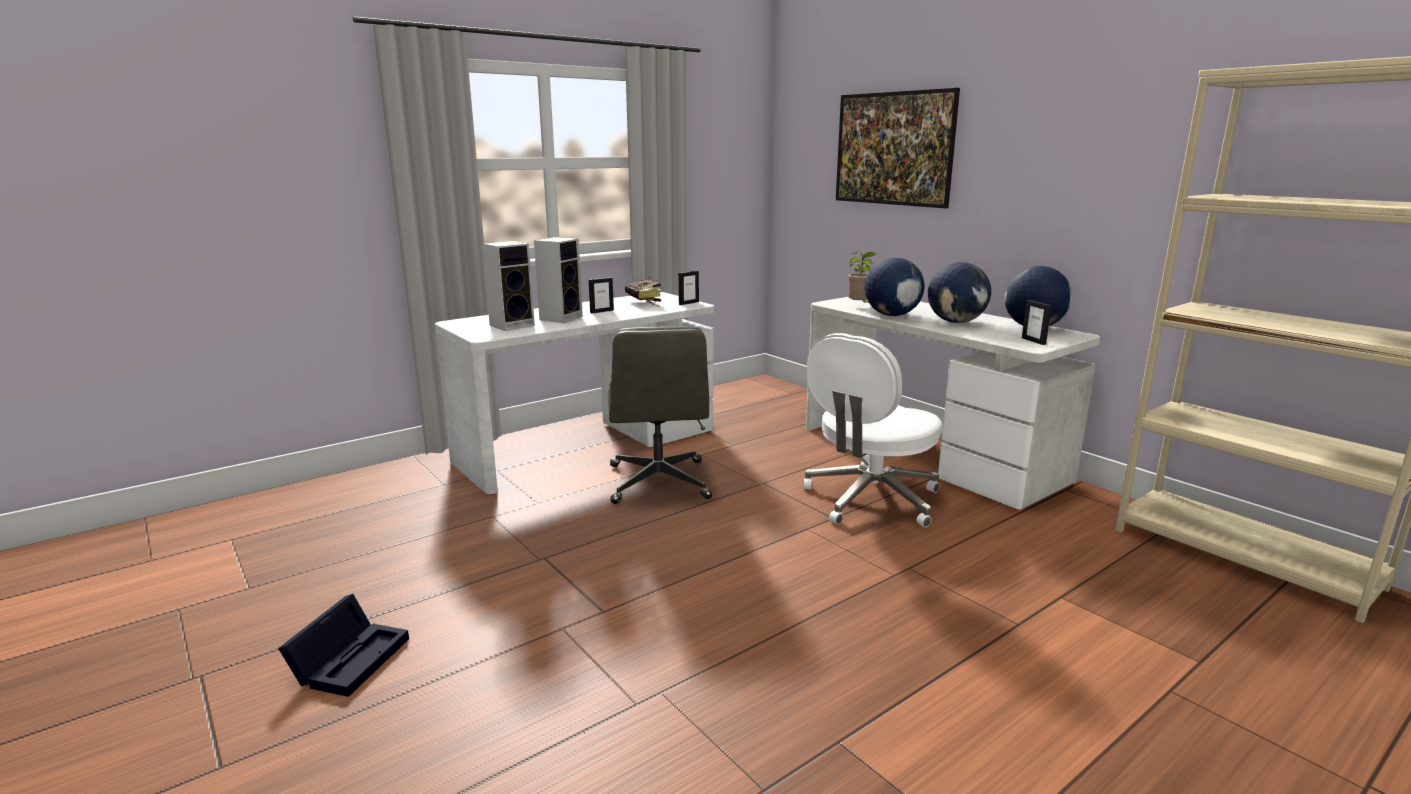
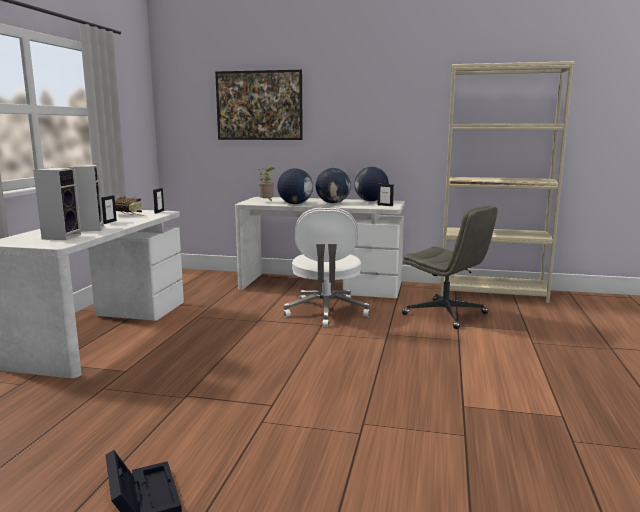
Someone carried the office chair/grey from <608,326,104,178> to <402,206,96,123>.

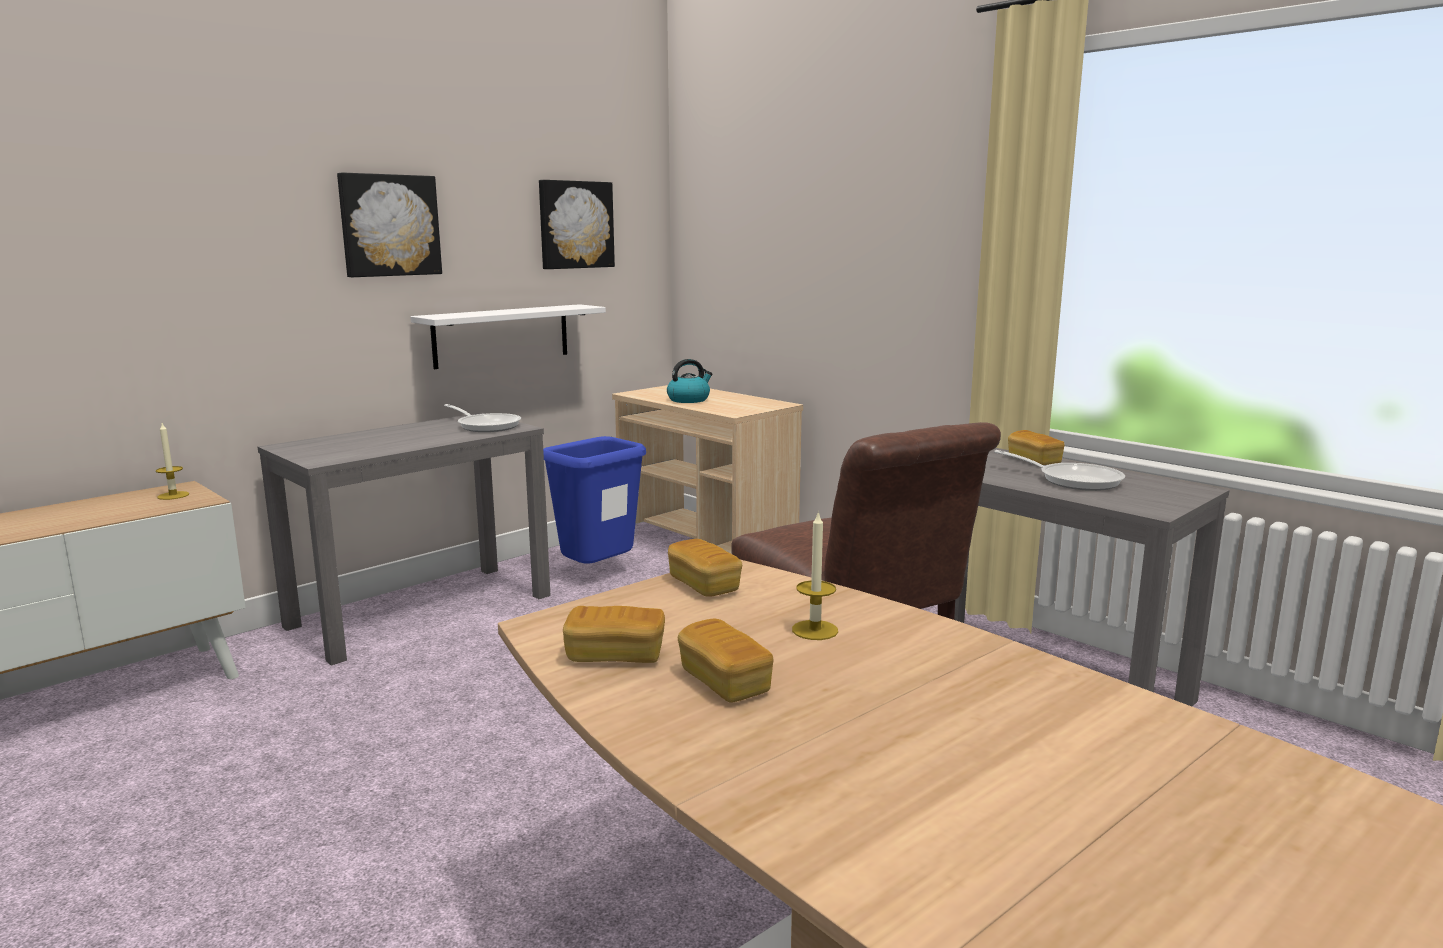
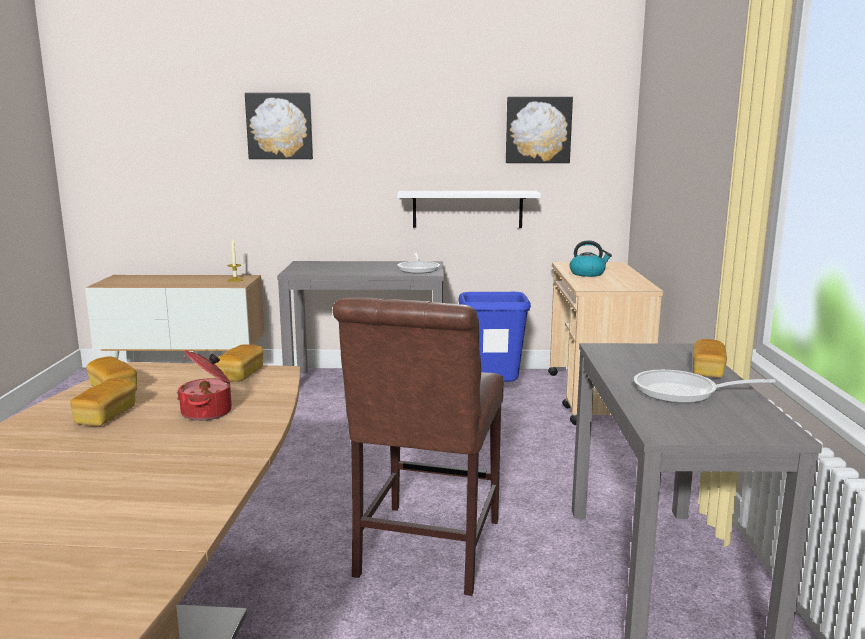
Someone carried the picture from <337,172,105,105> to <245,93,68,66>. Someone swapped the candle at <792,511,46,129> for the cooking pot at <177,350,55,71>. Someone rotated the frying pan at <994,450,131,41> by 105 degrees clockwise.

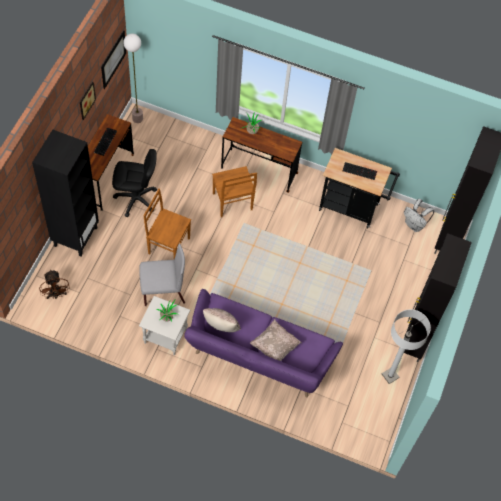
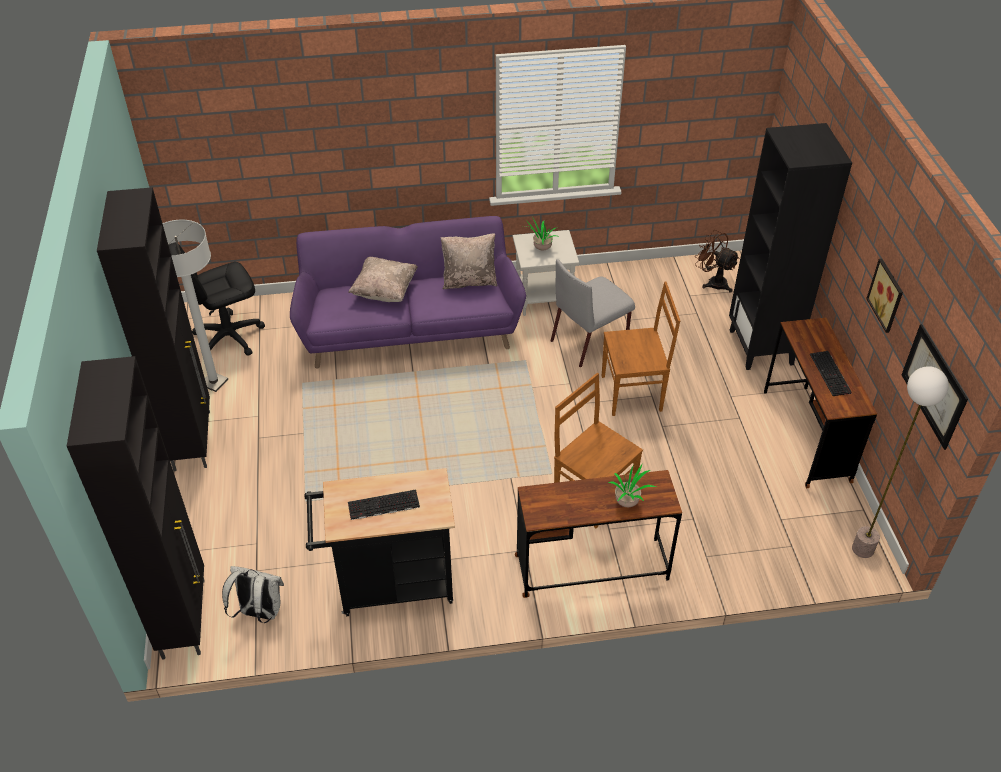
Someone carried the office chair/black from <112,149,45,68> to <168,242,97,114>.

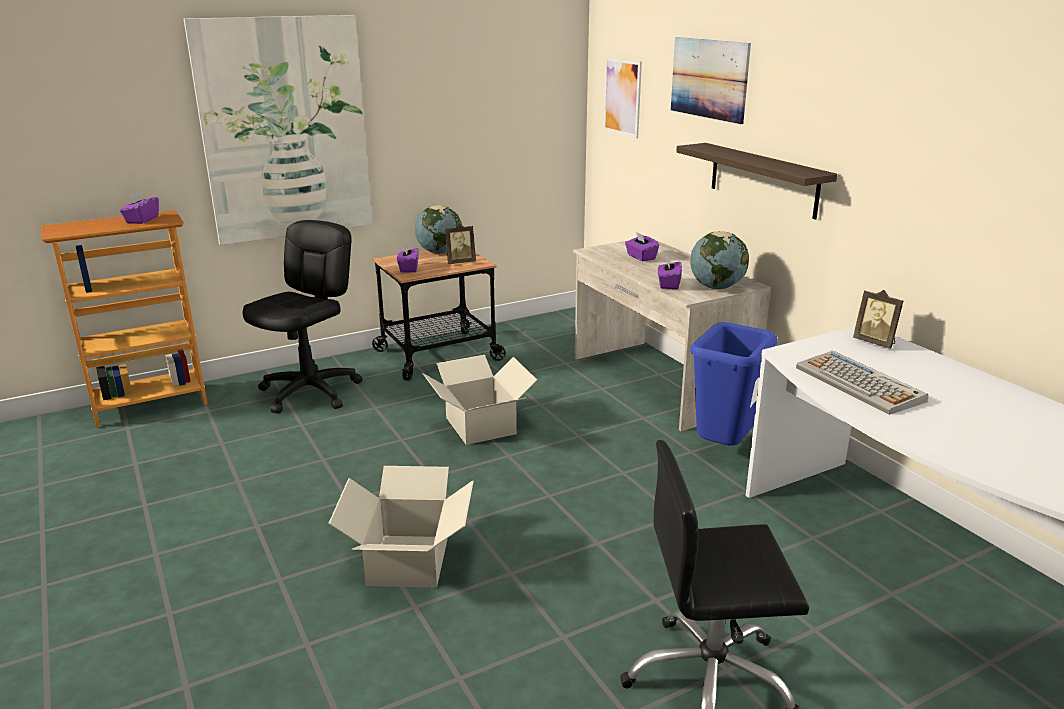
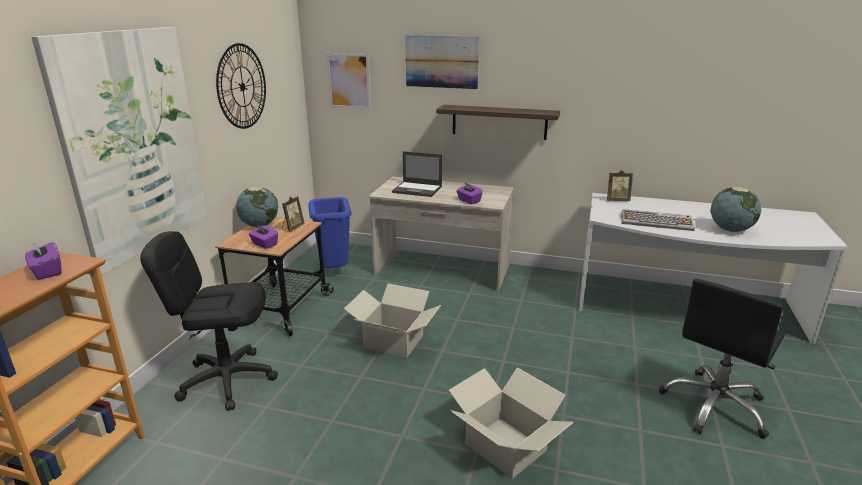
Someone rotated the office chair/black at <243,220,120,194> by 75 degrees counterclockwise. Someone swapped the tissue box/purple at <625,232,34,29> for the laptop at <392,151,50,46>. Someone carried the globe from <690,231,59,58> to <710,187,51,45>. Someone carried the trash can/blue from <690,322,87,123> to <308,197,44,71>. Someone put up the wall clock at <216,43,50,86>.

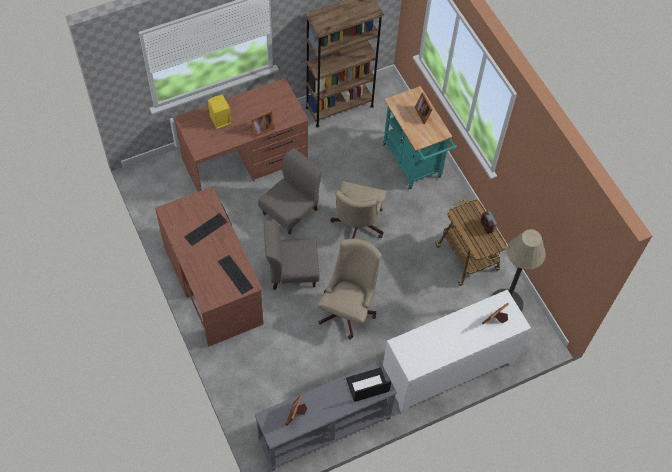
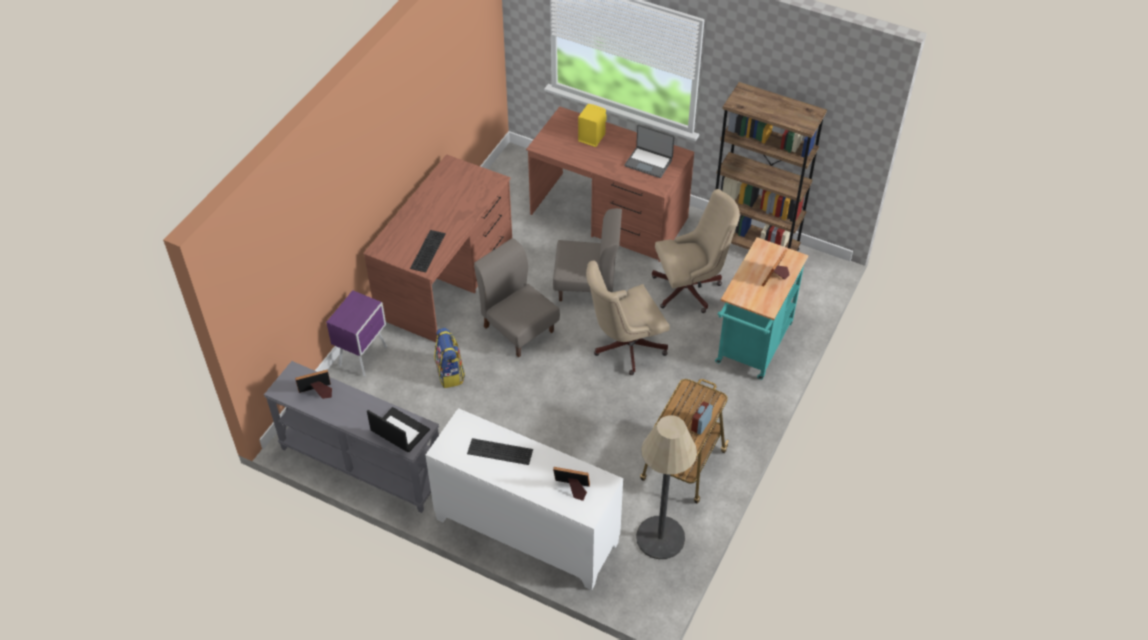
Someone carried the keyboard from <184,213,43,33> to <467,438,66,27>. Someone took away the picture frame at <251,111,24,26>. Someone carried the office chair/beige from <318,239,64,101> to <652,189,88,124>. Someone put down the nightstand/purple at <326,290,61,86>. Someone put down the backpack at <434,328,31,60>. Someone put down the laptop at <624,124,50,54>.

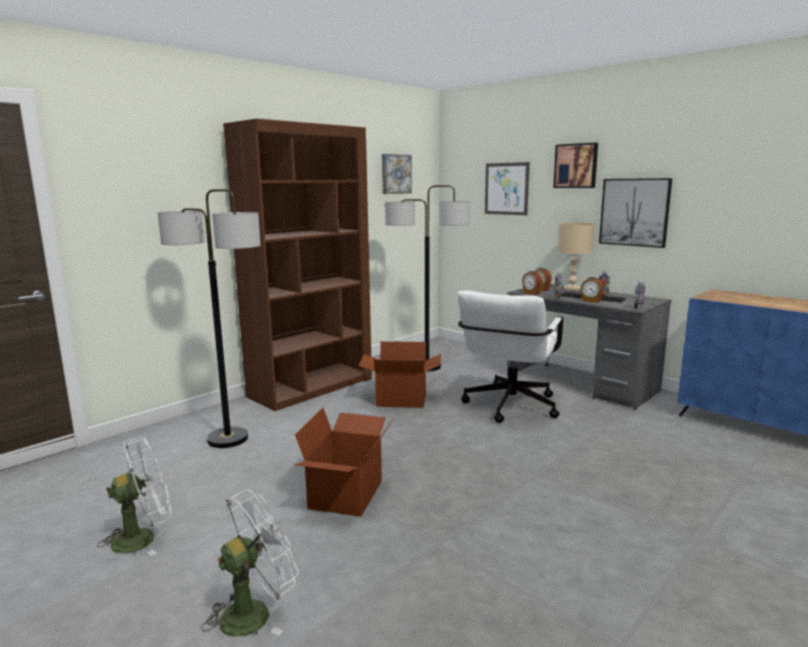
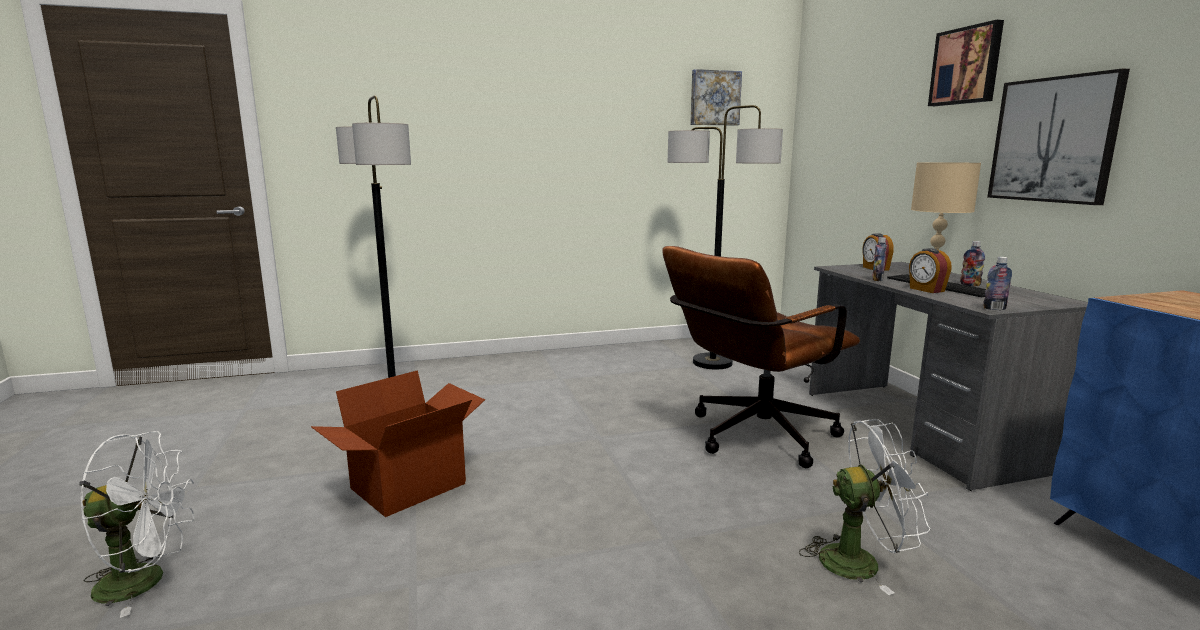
Someone carried the fan/white from <97,437,74,119> to <799,419,132,176>. Someone took away the bookcase/brown at <223,119,149,292>. Someone took away the cardboard box at <358,341,83,67>. Someone repainted the office chair/white at <457,291,106,132>, which became the office chair/brown at <663,246,197,222>. Someone took away the picture at <485,162,45,53>. Someone took away the alarm clock at <522,271,21,24>.

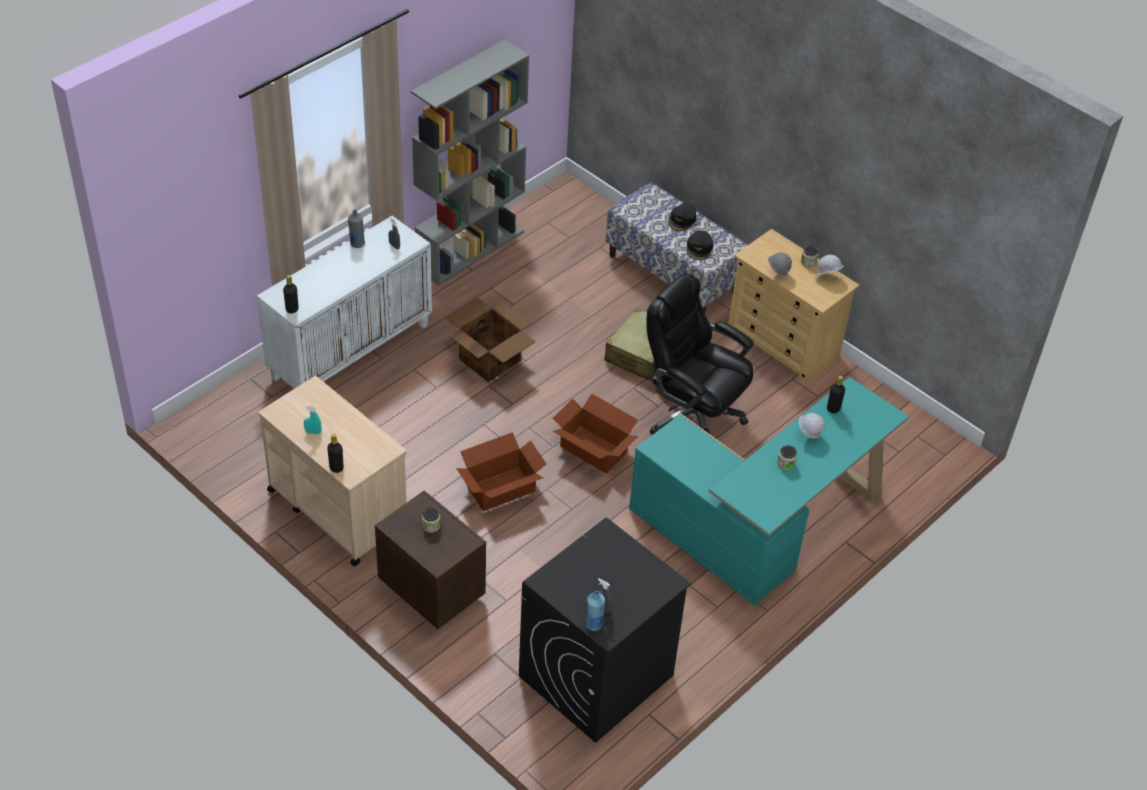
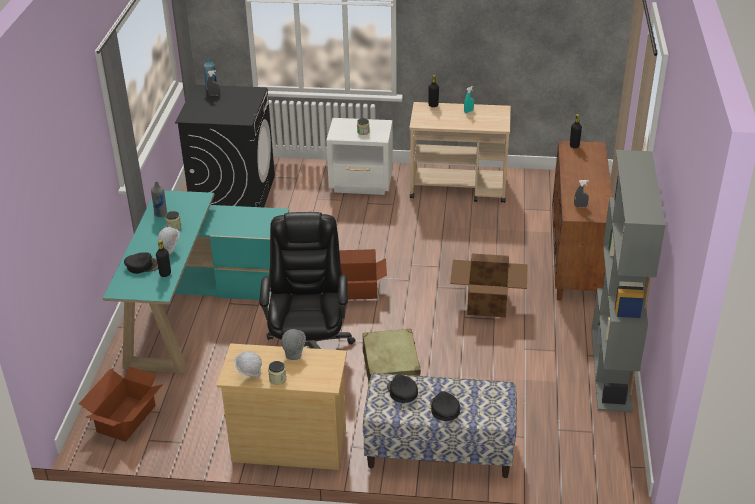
Someone repainted the cabinet/white at <257,216,175,173>, which became the cabinet/brown at <552,140,60,161>. Someone carried the bottle/grey from <348,210,17,38> to <151,182,16,36>. Someone repainted the nightstand/brown at <375,490,111,139>, which became the nightstand/white at <326,118,67,77>. Someone carried the cardboard box from <456,432,91,79> to <79,367,84,75>. Someone rotated the office chair/black at <646,273,108,162> by 90 degrees counterclockwise. Someone put down the cap/black at <124,252,34,22>.

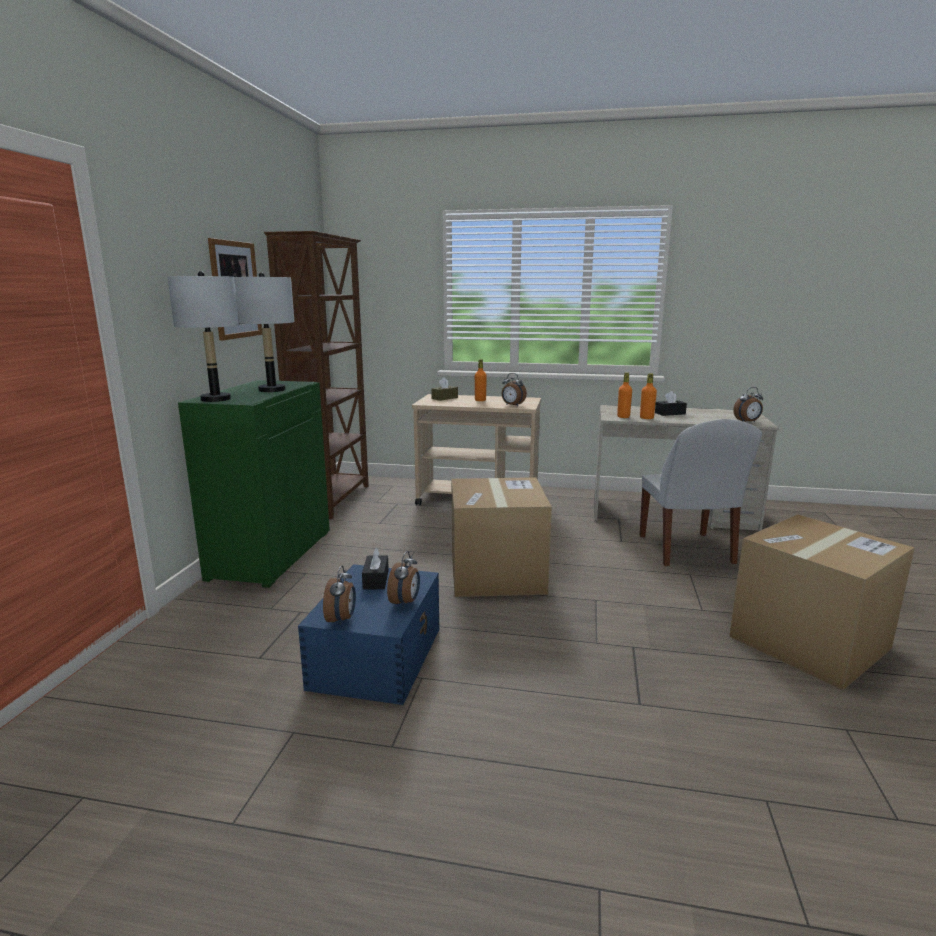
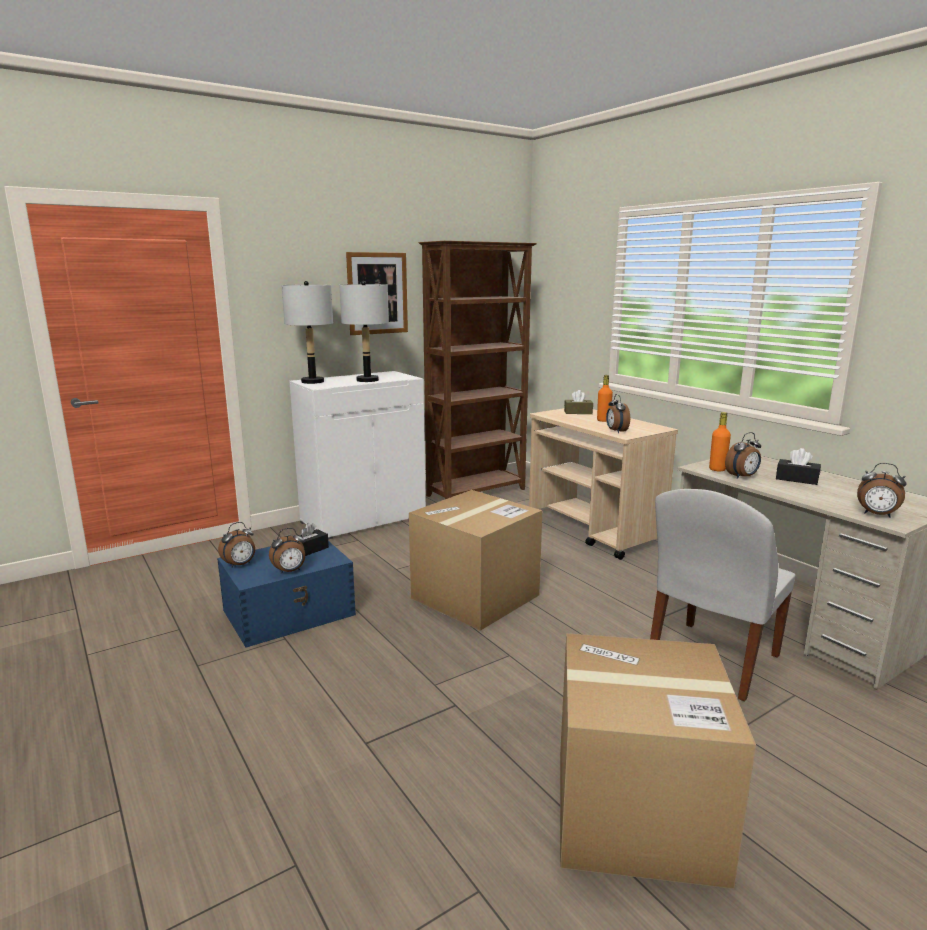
Someone repainted the cabinet/green at <178,380,152,208>, which became the cabinet/white at <289,371,137,169>. Someone swapped the bottle/orange at <640,373,17,46> for the alarm clock at <725,432,36,47>.

